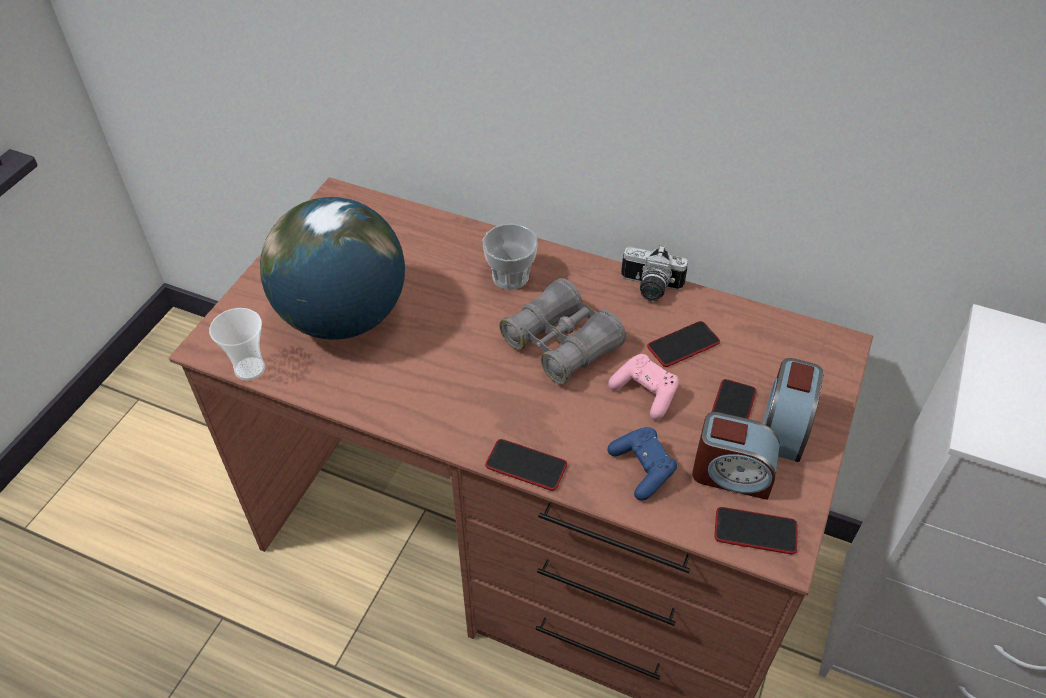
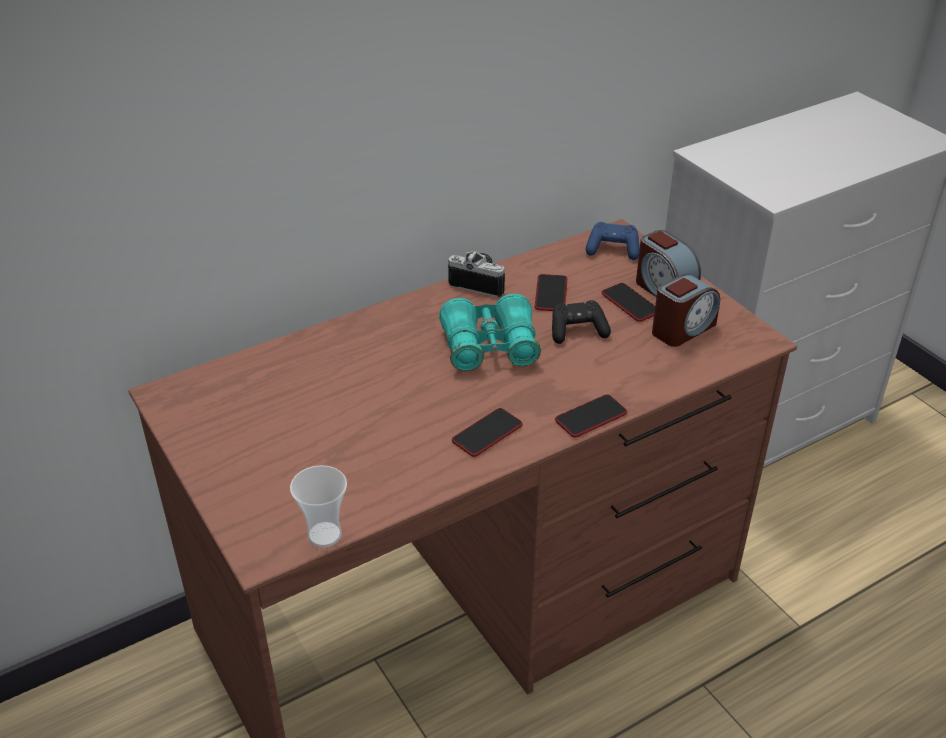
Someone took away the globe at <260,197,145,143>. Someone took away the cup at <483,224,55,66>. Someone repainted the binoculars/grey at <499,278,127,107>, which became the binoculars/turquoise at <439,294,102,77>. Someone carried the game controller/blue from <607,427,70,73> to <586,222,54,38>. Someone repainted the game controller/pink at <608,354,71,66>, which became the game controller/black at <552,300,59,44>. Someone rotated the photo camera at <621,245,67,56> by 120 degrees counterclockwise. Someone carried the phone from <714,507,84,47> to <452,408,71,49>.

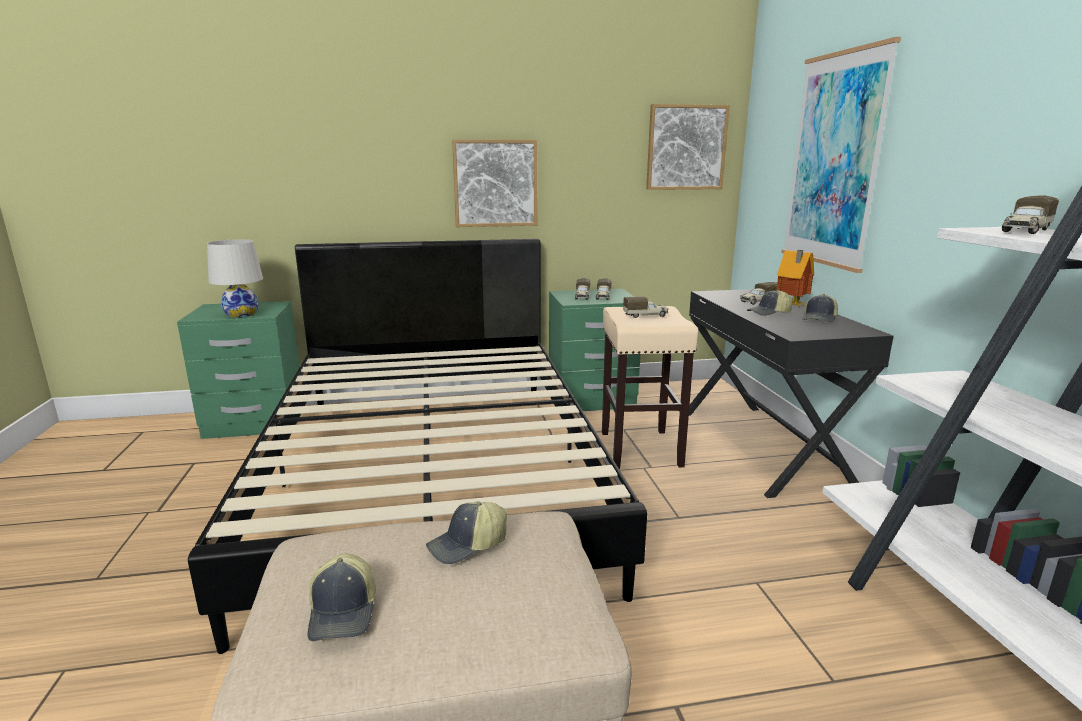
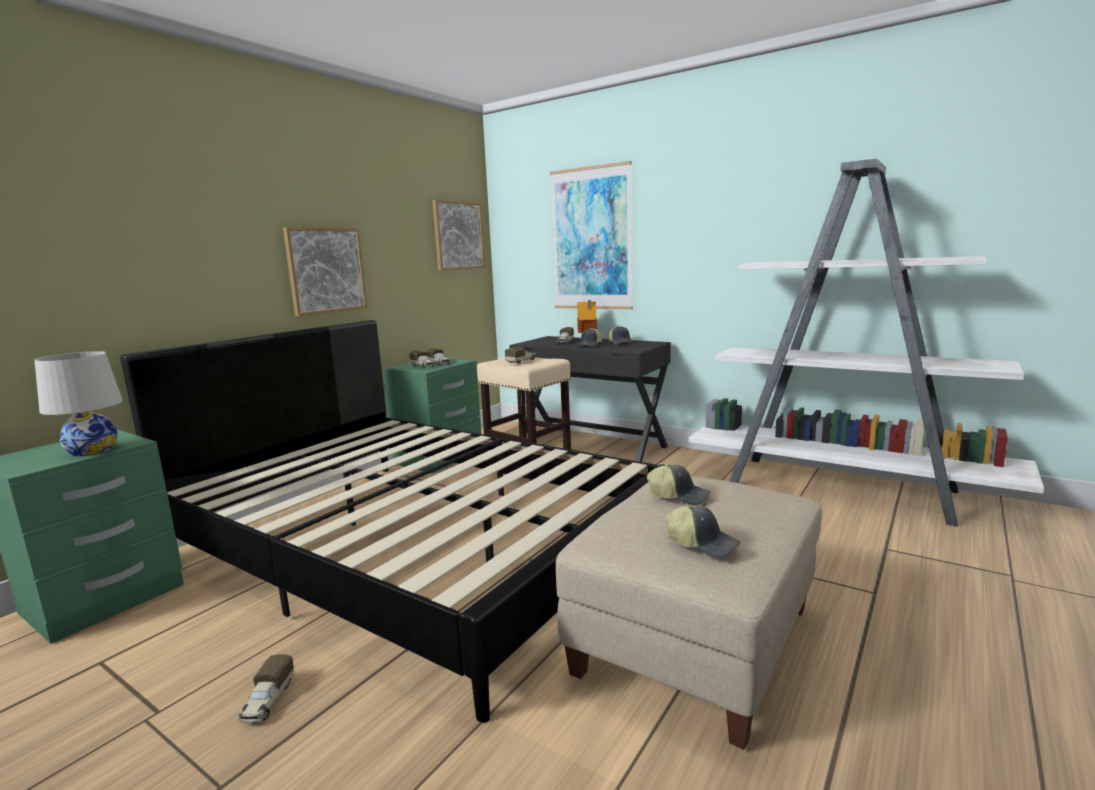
Someone rotated the cap at <426,501,81,63> by 75 degrees counterclockwise. Someone carried the toy truck from <1002,195,57,39> to <238,654,56,69>.

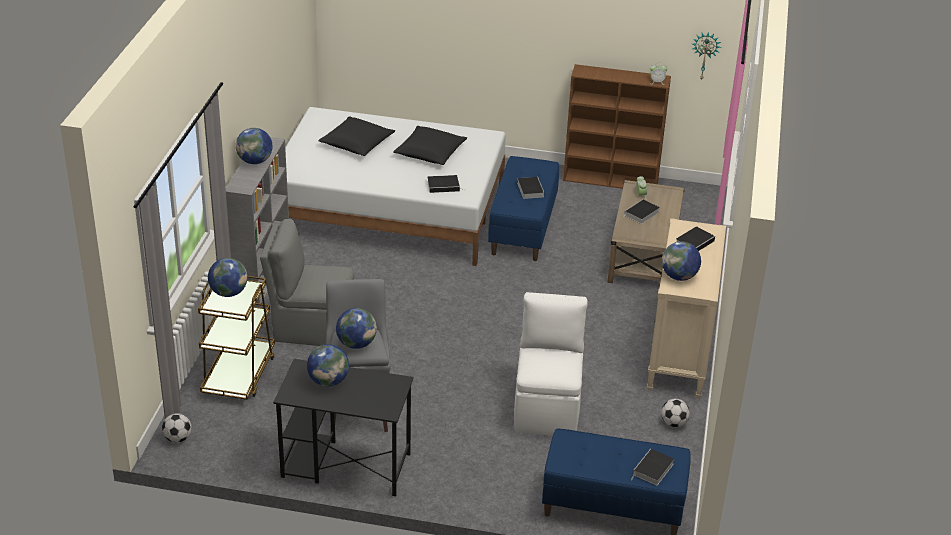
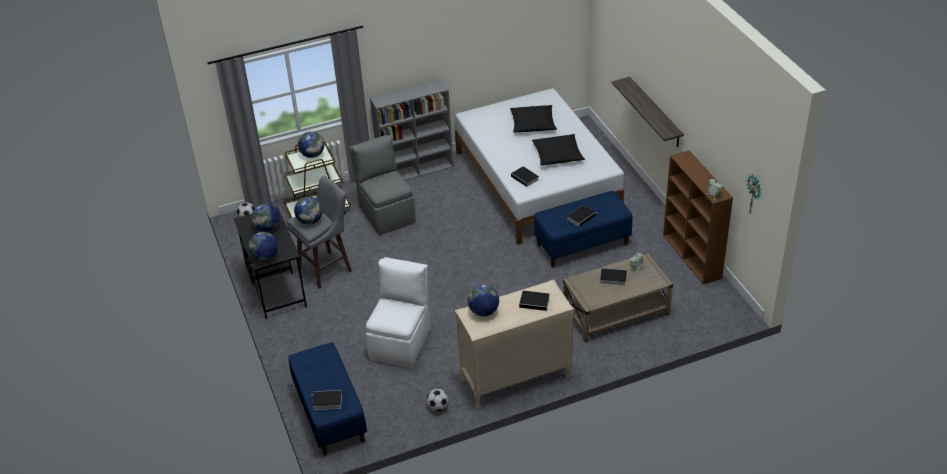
Someone carried the globe from <236,128,36,36> to <249,232,29,29>. Someone rotated the chair/white at <514,292,74,143> by 45 degrees counterclockwise. Someone put up the shelf at <612,77,72,70>.

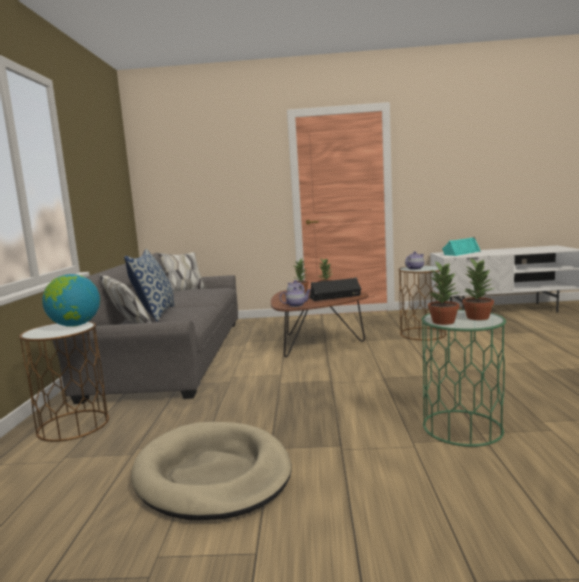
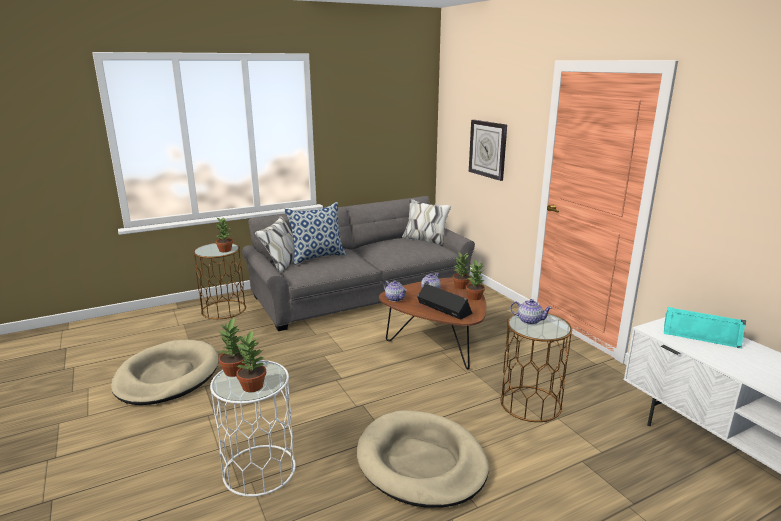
Someone swapped the globe at <42,274,58,53> for the potted plant at <215,217,18,35>. Someone repainted the side table/green at <422,310,84,137>, which became the side table/white at <210,360,86,137>. Someone put down the dog bed/beige at <357,410,132,98>. Someone put up the wall clock at <469,120,38,61>.

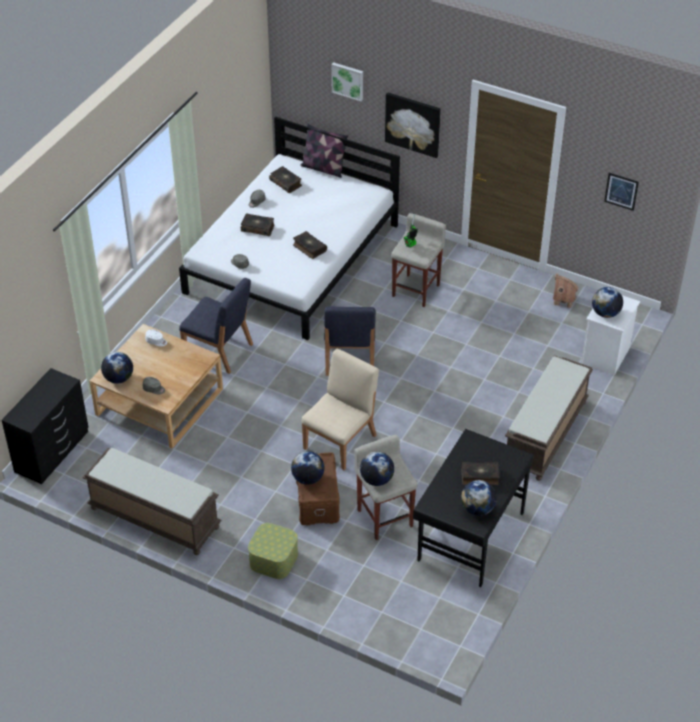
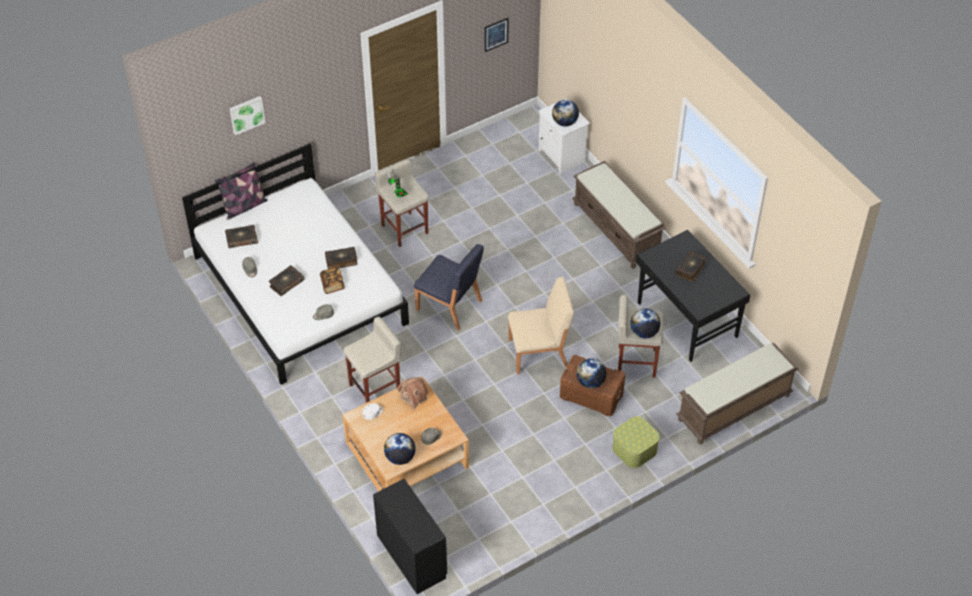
Someone carried the bench/brown from <82,448,139,107> to <676,343,123,101>. Someone swapped the chair/blue at <179,278,74,96> for the stool/beige at <343,317,58,86>. Someone rotated the chair/beige at <301,348,78,122> by 105 degrees clockwise. Someone took away the picture at <385,92,56,66>. Someone took away the globe at <461,480,36,36>. Someone carried the toy house from <553,273,26,35> to <397,377,31,33>. Someone put down the book at <320,267,25,27>.

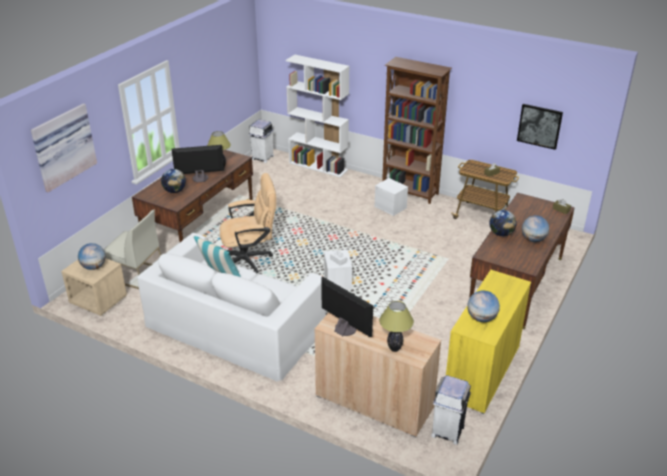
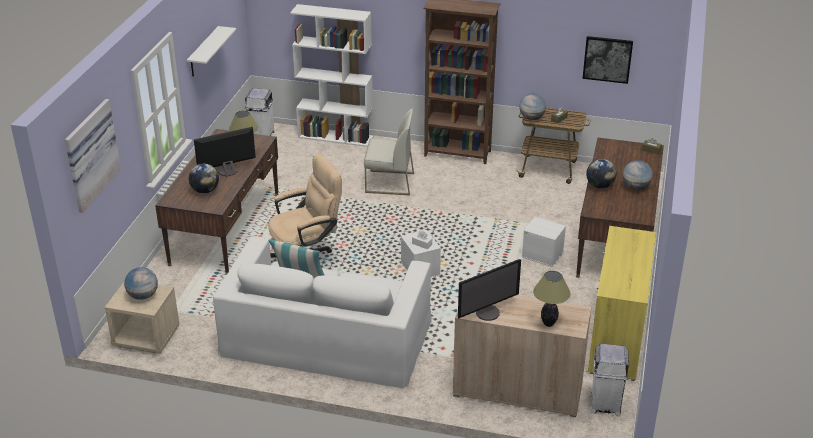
Someone carried the chair/white from <104,210,57,79> to <364,109,50,86>. Someone rotated the monitor at <321,276,52,61> by 120 degrees clockwise. Someone carried the storage box/white from <374,178,34,38> to <522,217,44,50>. Someone carried the globe from <467,291,33,31> to <519,93,27,27>. Someone put up the shelf/white at <187,26,49,50>.

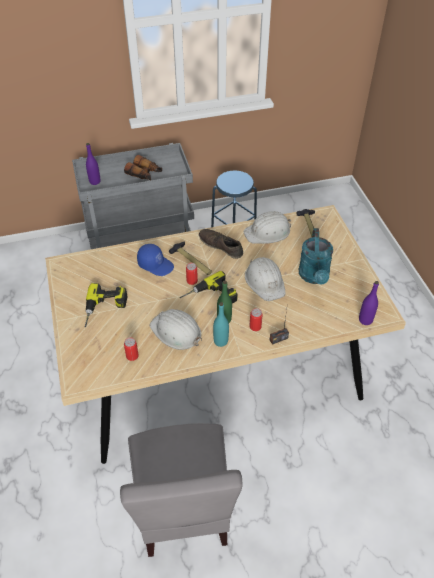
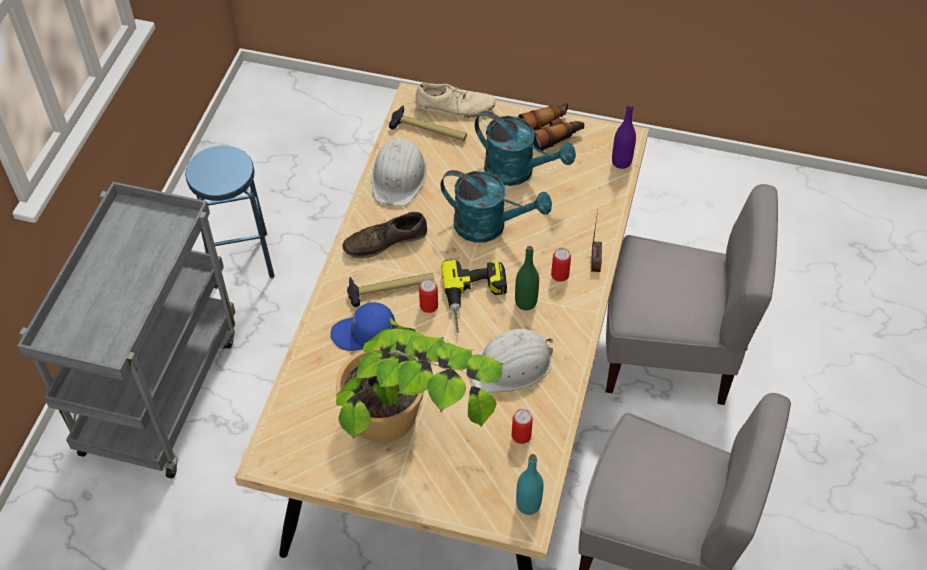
Someone swapped the power drill at <85,283,43,45> for the potted plant at <336,317,168,126>. Someone took away the bottle/purple at <86,143,14,42>. Someone carried the binoculars from <124,155,38,25> to <518,103,66,49>. Someone rotated the cap/blue at <137,244,37,32> by 150 degrees counterclockwise. Someone carried the bottle/turquoise from <213,302,16,45> to <516,454,28,61>. Someone swapped the hard hat/white at <245,257,41,44> for the watering can/turquoise at <441,170,111,73>. Someone put down the shoe/beige at <415,83,81,35>. Someone put down the chair/grey at <606,184,172,221>.

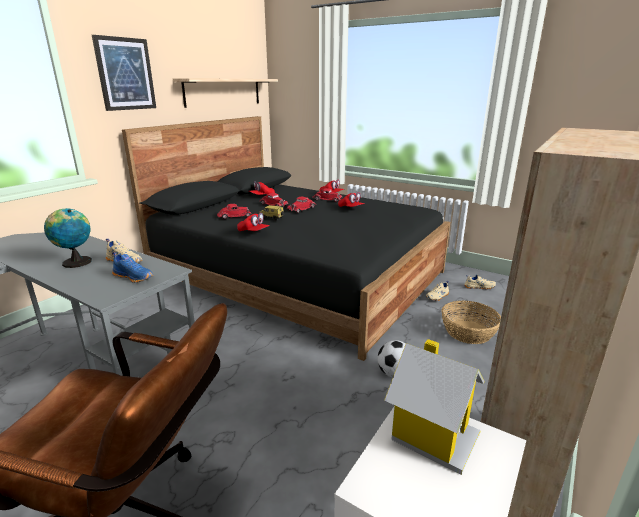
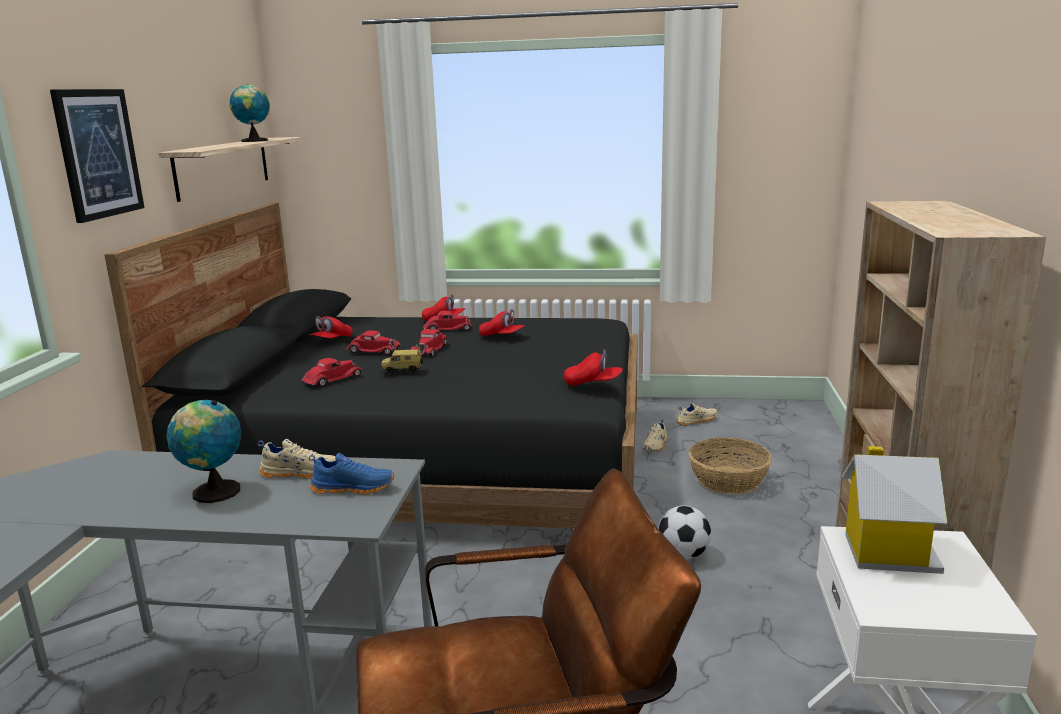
Someone carried the cap/red from <237,213,33,18> to <564,349,59,37>. Someone put down the globe at <230,84,40,58>.

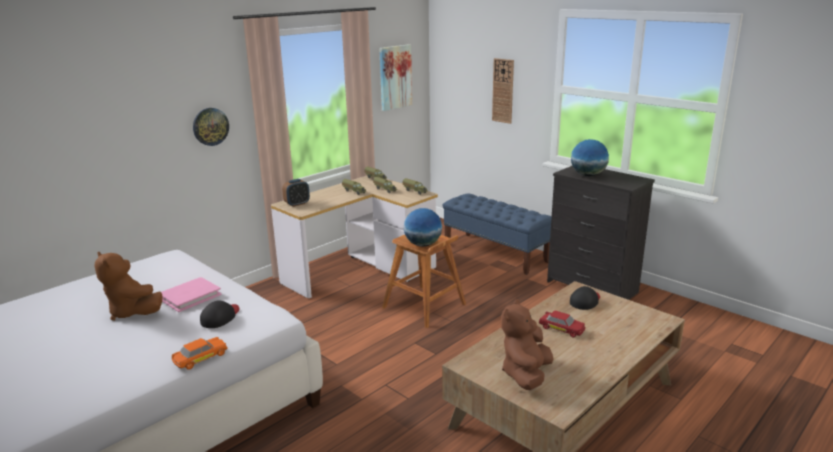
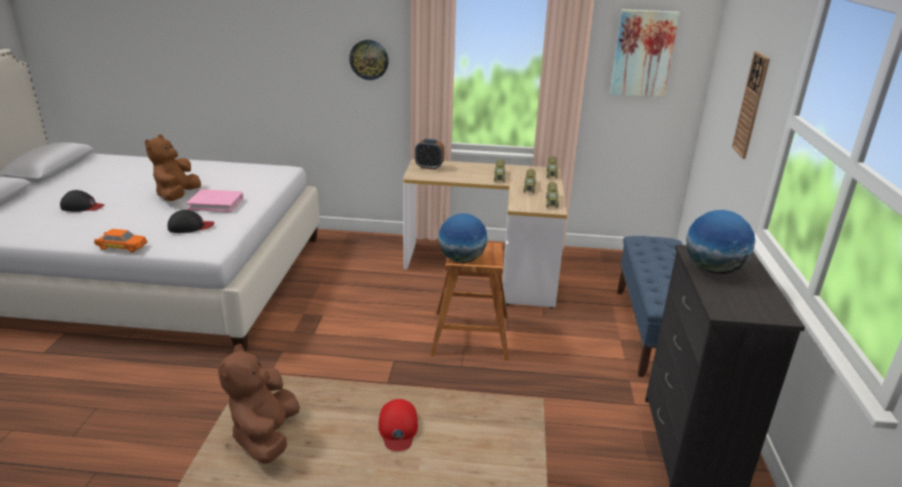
Someone rotated the plush toy/brown at <501,299,52,91> by 75 degrees counterclockwise. Someone swapped the toy car/red at <539,311,46,27> for the cap/red at <378,399,40,52>. Someone carried the cap/black from <570,286,30,24> to <60,190,44,22>.

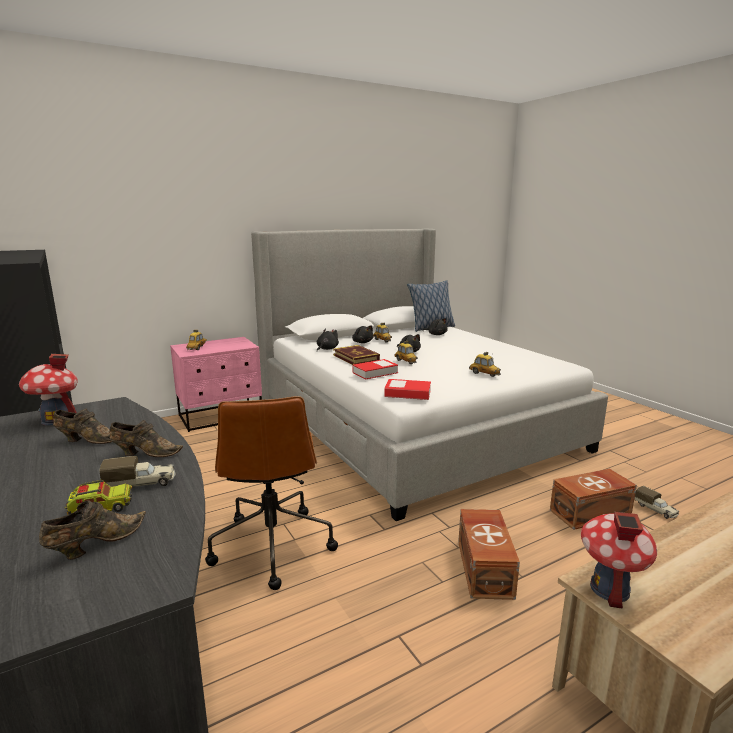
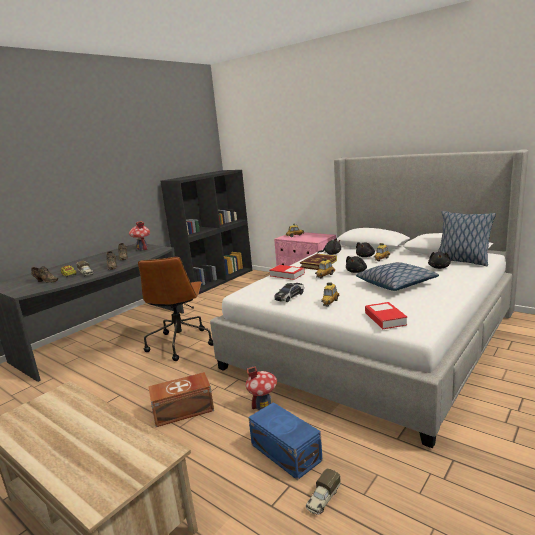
Someone rotated the office chair/brown at <205,396,133,194> by 60 degrees counterclockwise. Someone carried the book from <384,379,47,21> to <365,302,42,27>. Someone repainted the storage box/brown at <550,469,87,61>, which became the storage box/blue at <248,402,75,78>. Someone carried the toy house from <581,512,76,97> to <246,366,31,44>. Someone put down the toy car at <274,283,30,19>. Someone put down the pillow at <356,262,83,29>.

